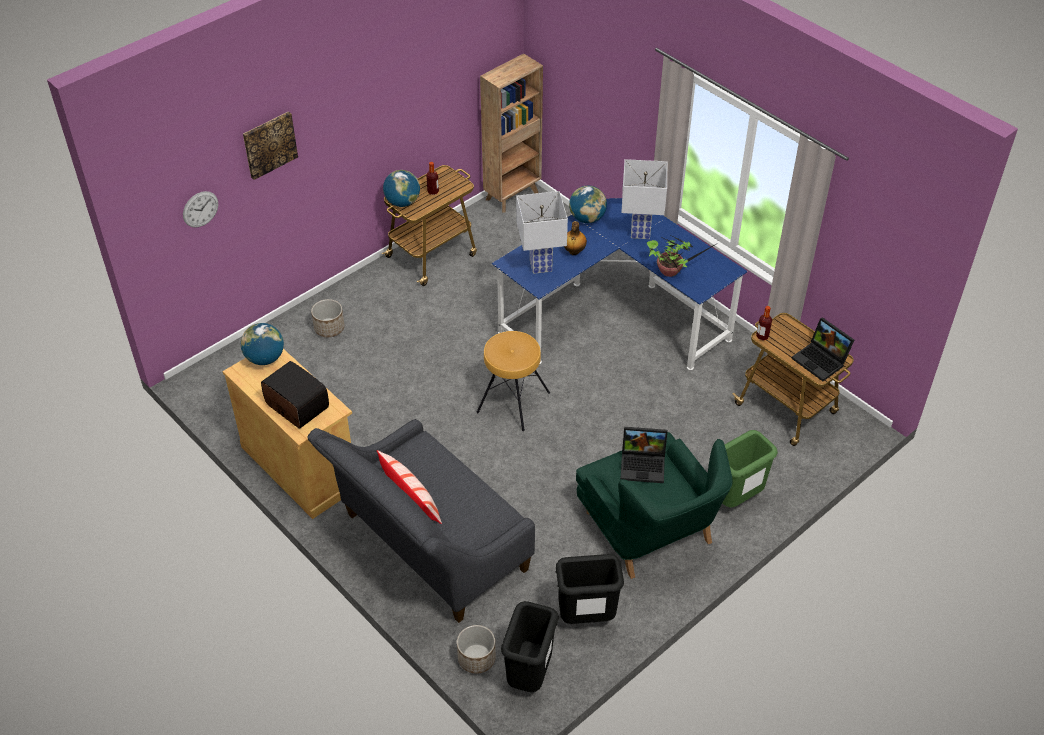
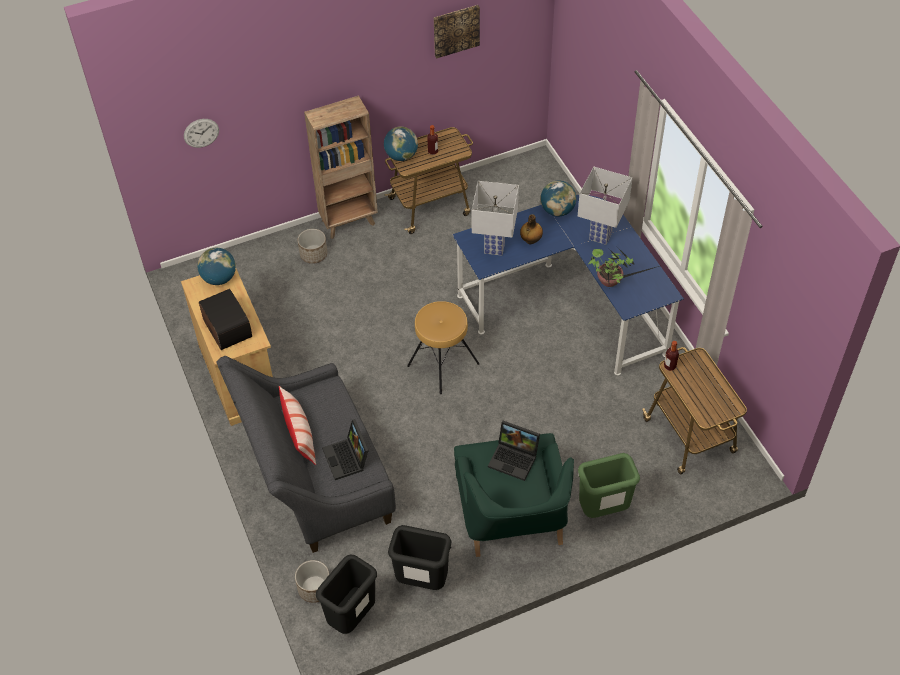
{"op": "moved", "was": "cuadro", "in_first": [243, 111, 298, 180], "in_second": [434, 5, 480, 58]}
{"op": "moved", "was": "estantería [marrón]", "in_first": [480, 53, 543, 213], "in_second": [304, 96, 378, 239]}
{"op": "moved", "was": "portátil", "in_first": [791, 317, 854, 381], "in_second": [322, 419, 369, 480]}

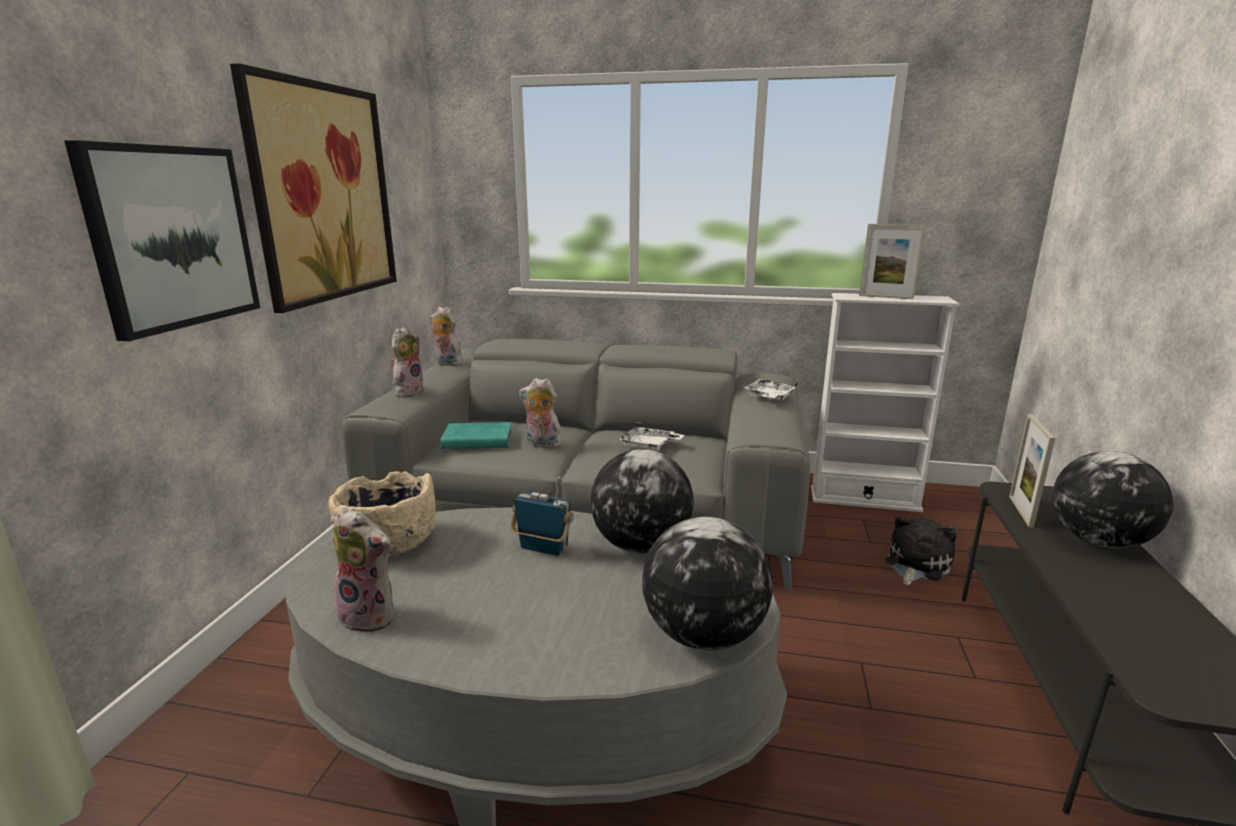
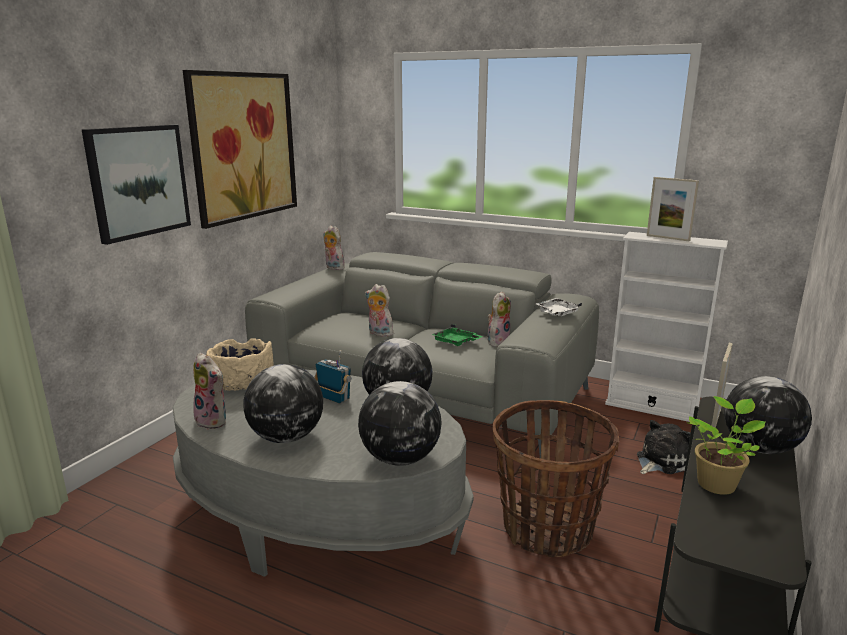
{"op": "removed", "was": "libro [turquesa]", "in_first": [440, 422, 512, 449]}
{"op": "added", "now": "globo terráqueo", "in_second": [243, 364, 323, 443]}
{"op": "added", "now": "cesta", "in_second": [493, 400, 619, 557]}
{"op": "added", "now": "planta en maceta", "in_second": [687, 396, 765, 495]}
{"op": "moved", "was": "peluche", "in_first": [391, 327, 425, 397], "in_second": [488, 291, 511, 347]}
{"op": "recoloured", "was": "bandeja [blanco]", "now": "bandeja [verde]", "in_first": [619, 423, 684, 451], "in_second": [432, 324, 483, 346]}

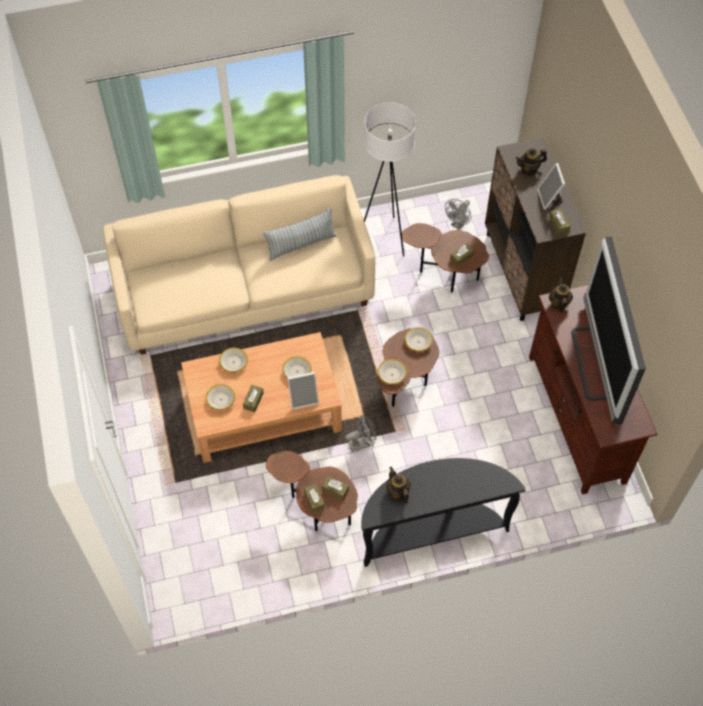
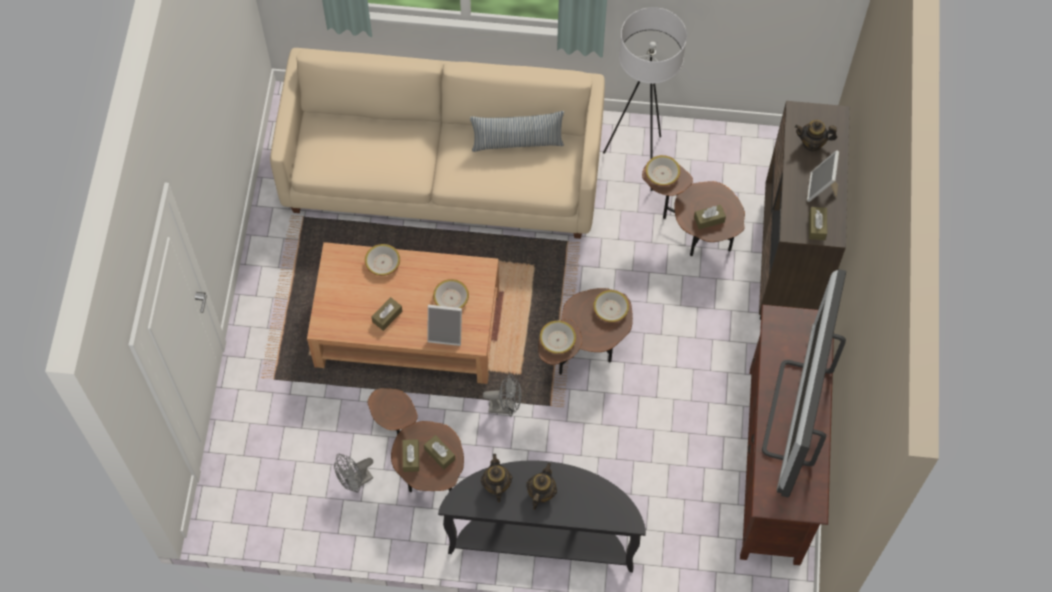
{"op": "moved", "was": "cuenco", "in_first": [206, 384, 235, 411], "in_second": [645, 155, 680, 186]}
{"op": "moved", "was": "ventilador [gris]", "in_first": [445, 199, 471, 230], "in_second": [334, 454, 373, 492]}
{"op": "moved", "was": "tetera", "in_first": [549, 277, 573, 313], "in_second": [526, 463, 557, 510]}

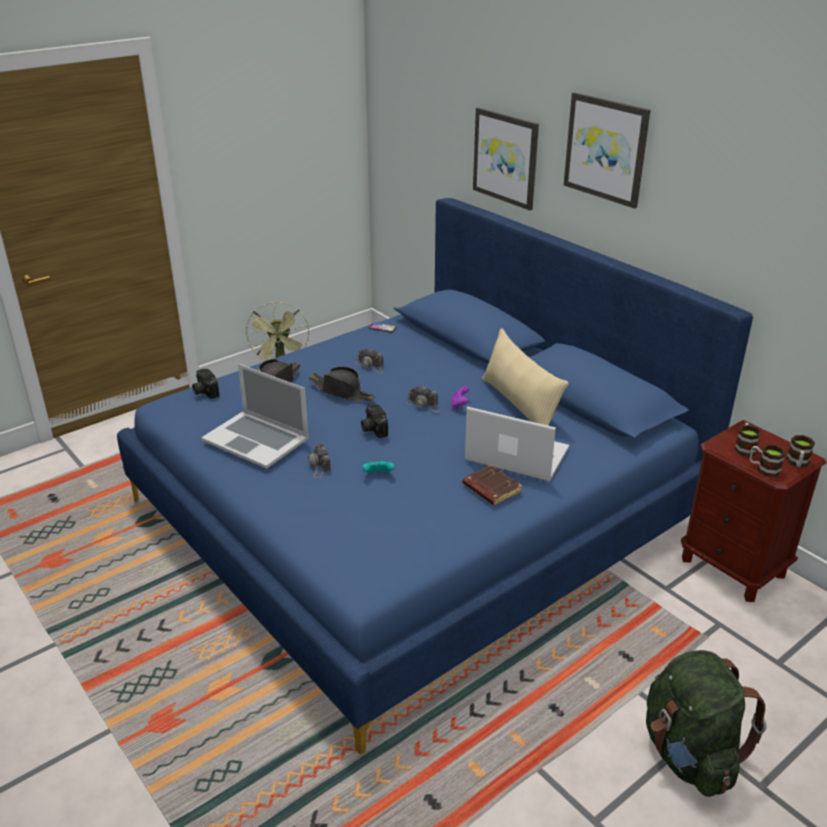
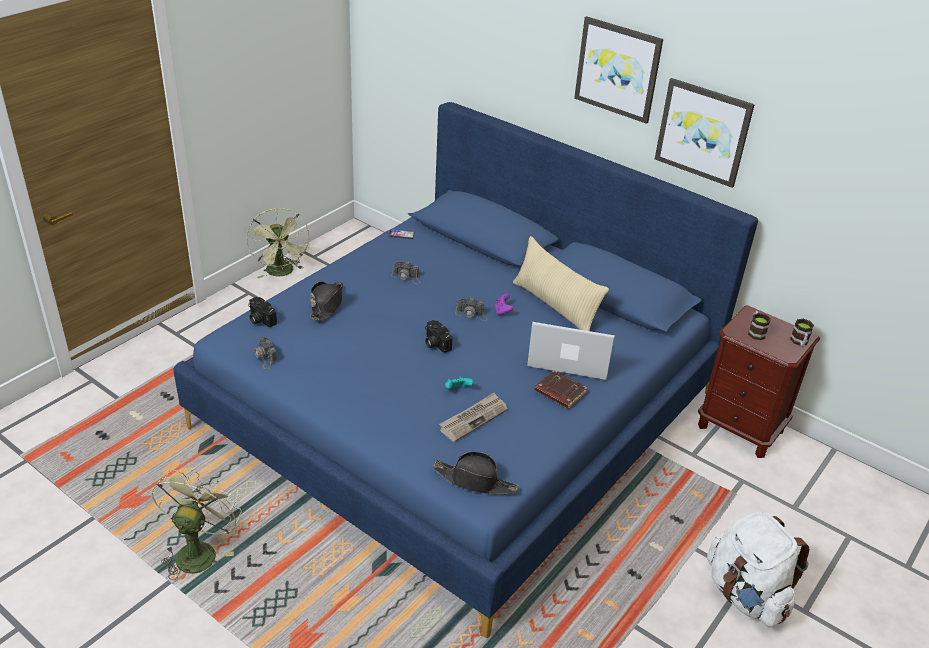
{"op": "removed", "was": "portátil", "in_first": [201, 364, 309, 469]}
{"op": "removed", "was": "taza grande", "in_first": [750, 444, 786, 477]}
{"op": "added", "now": "ventilador [verde]", "in_second": [151, 469, 242, 580]}
{"op": "added", "now": "periódico", "in_second": [439, 393, 508, 442]}
{"op": "moved", "was": "cámara", "in_first": [308, 443, 331, 478], "in_second": [254, 336, 277, 369]}
{"op": "moved", "was": "sombrero [negro]", "in_first": [309, 366, 375, 401], "in_second": [433, 452, 518, 494]}
{"op": "moved", "was": "cuadro", "in_first": [473, 107, 539, 210], "in_second": [655, 78, 755, 188]}
{"op": "recoloured", "was": "mochila [verde]", "now": "mochila [blanco]", "in_first": [646, 650, 767, 797], "in_second": [707, 512, 809, 627]}

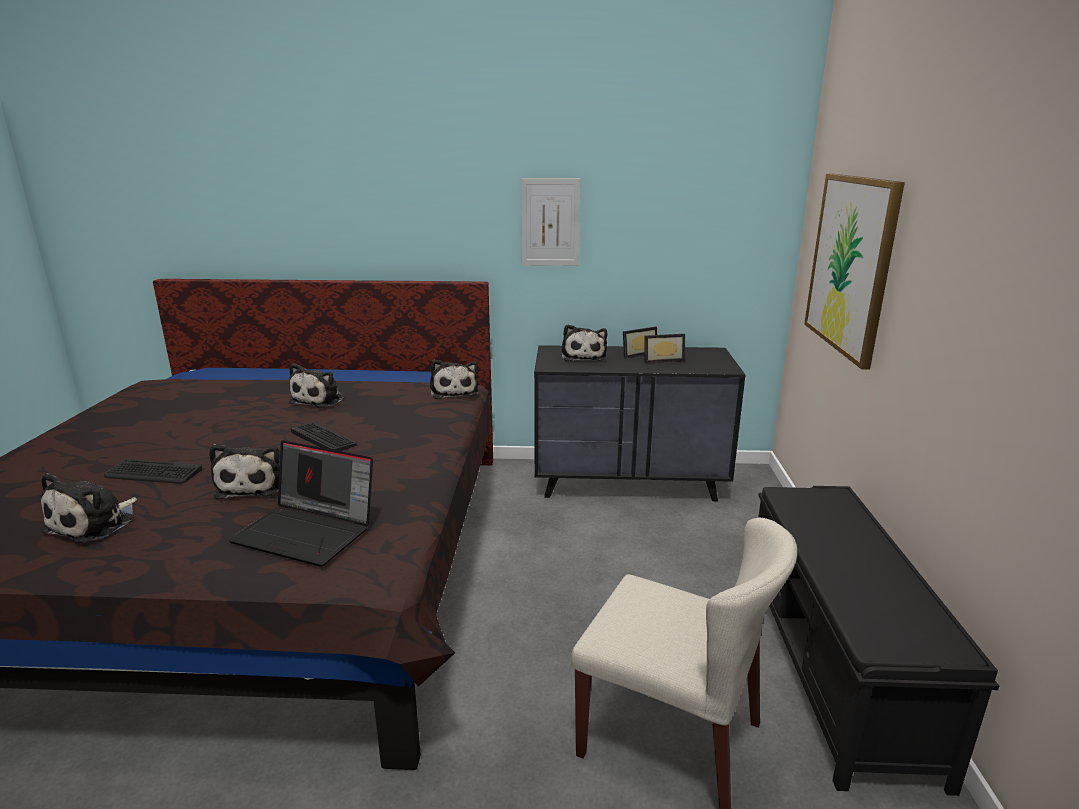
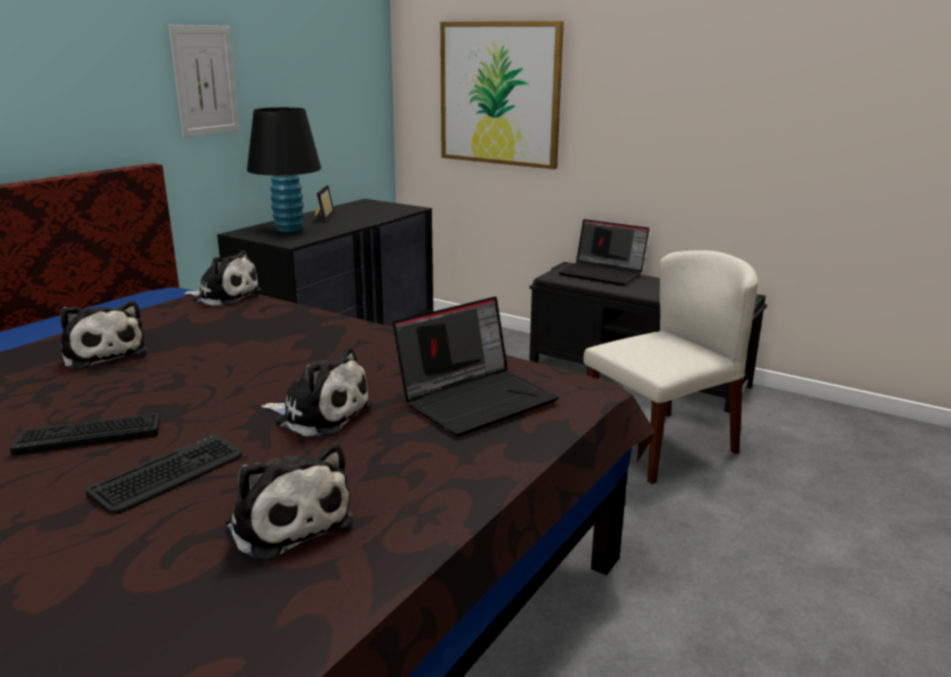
{"op": "removed", "was": "portarretratos", "in_first": [645, 334, 685, 363]}
{"op": "added", "now": "portátil", "in_second": [558, 219, 649, 285]}
{"op": "moved", "was": "teclado", "in_first": [291, 423, 357, 451], "in_second": [10, 414, 160, 456]}
{"op": "replaced", "was": "peluche", "now": "lámpara de mesa [negro]", "in_first": [562, 324, 607, 361], "in_second": [247, 107, 321, 232]}

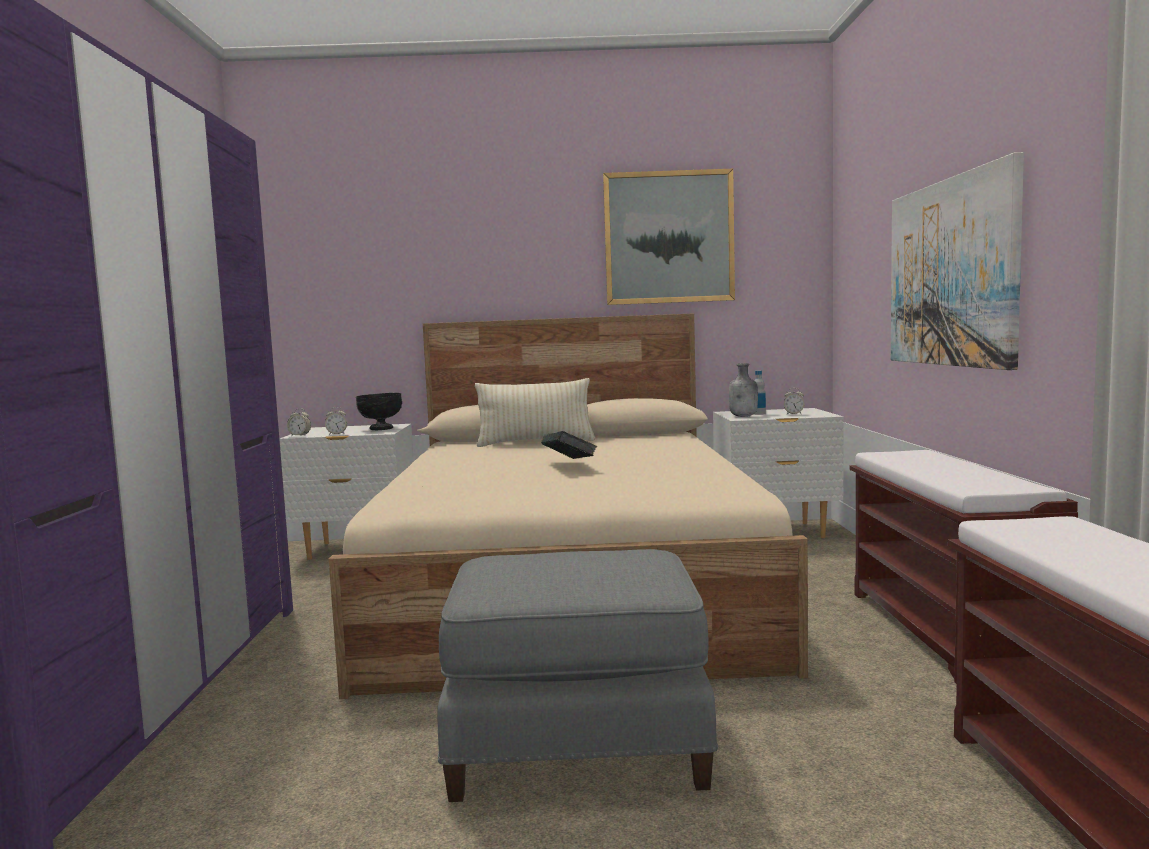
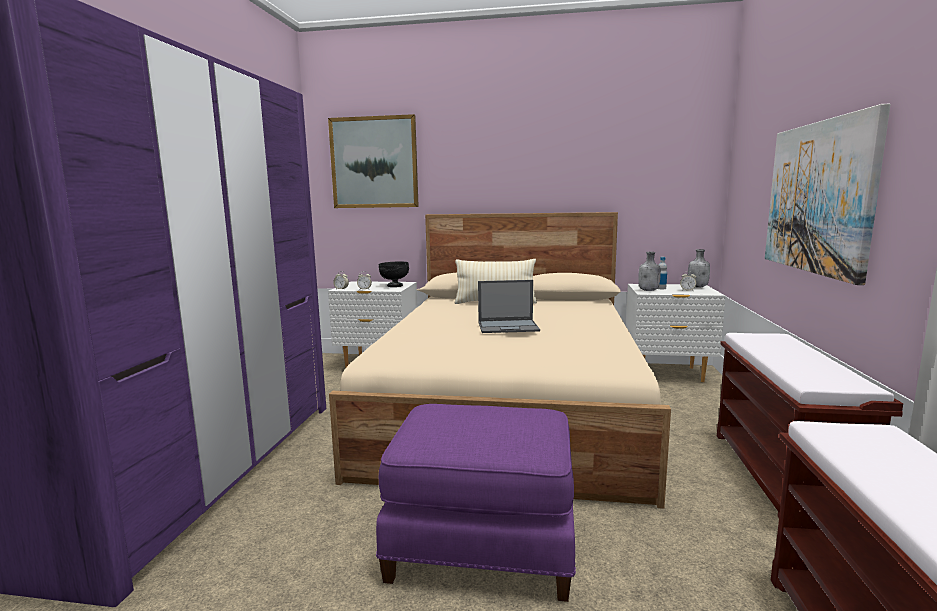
{"op": "added", "now": "botella [gris]", "in_second": [688, 249, 710, 288]}
{"op": "moved", "was": "cuadro", "in_first": [603, 169, 735, 305], "in_second": [328, 114, 419, 208]}
{"op": "replaced", "was": "libro", "now": "portátil", "in_first": [541, 431, 597, 459], "in_second": [478, 280, 540, 333]}
{"op": "recoloured", "was": "puf [gris]", "now": "puf [morado]", "in_first": [438, 549, 718, 802], "in_second": [376, 404, 576, 602]}

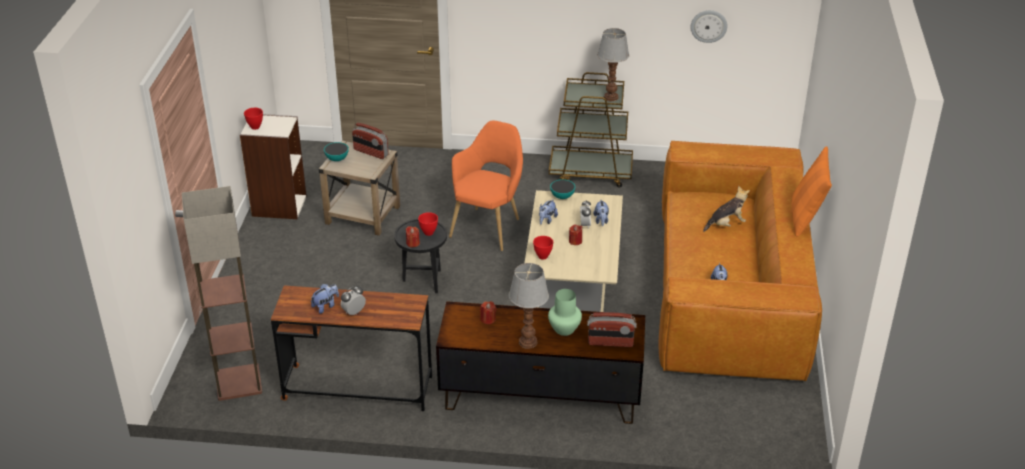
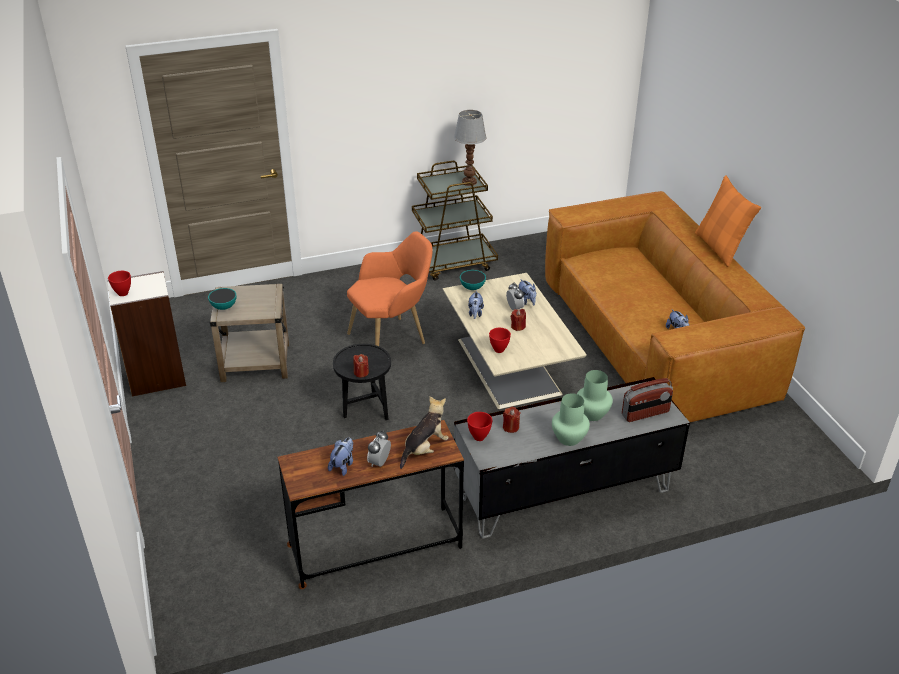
{"op": "removed", "was": "lámpara de pie", "in_first": [182, 186, 262, 401]}
{"op": "removed", "was": "radio", "in_first": [352, 123, 389, 159]}
{"op": "removed", "was": "reloj de pared", "in_first": [691, 10, 728, 43]}
{"op": "moved", "was": "cuenco [rojo]", "in_first": [418, 212, 438, 236], "in_second": [467, 412, 492, 441]}
{"op": "moved", "was": "peluche", "in_first": [703, 186, 750, 232], "in_second": [400, 397, 449, 469]}
{"op": "replaced", "was": "lámpara de mesa", "now": "florero [verde]", "in_first": [509, 263, 549, 349], "in_second": [552, 393, 590, 446]}
{"op": "recoloured", "was": "mueble de televisión [marrón]", "now": "mueble de televisión [gris]", "in_first": [436, 301, 645, 424], "in_second": [454, 377, 690, 538]}
{"op": "turned", "was": "sillón [naranja]", "in_first": [449, 121, 523, 251], "in_second": [347, 231, 433, 346], "clockwise": 60}

